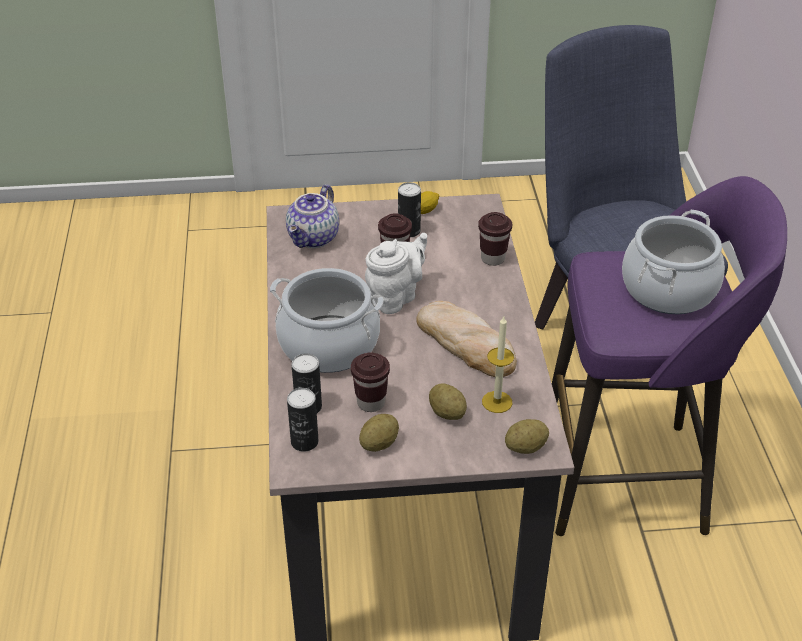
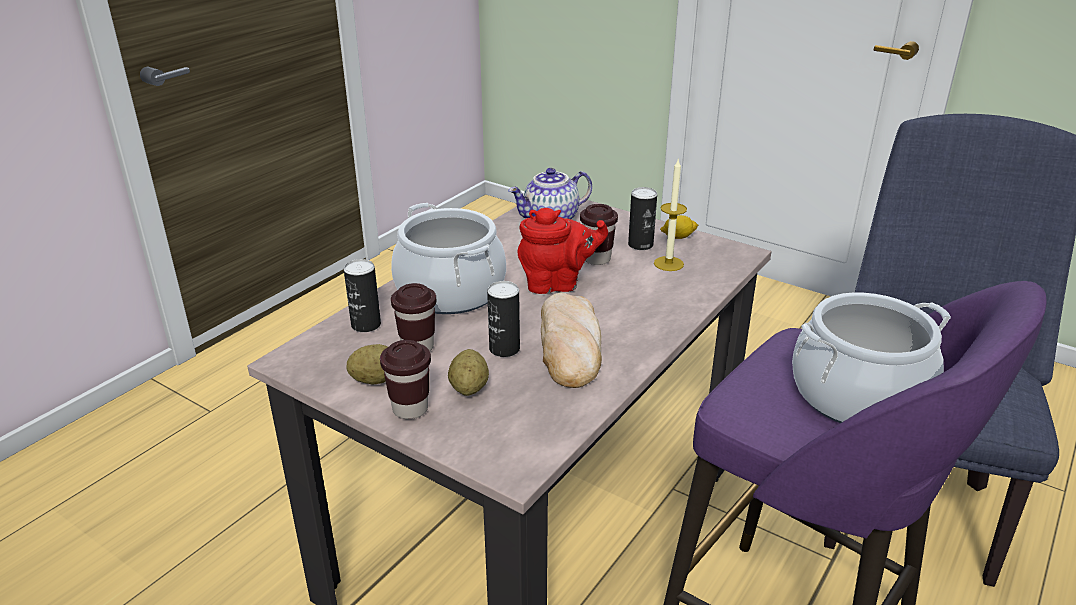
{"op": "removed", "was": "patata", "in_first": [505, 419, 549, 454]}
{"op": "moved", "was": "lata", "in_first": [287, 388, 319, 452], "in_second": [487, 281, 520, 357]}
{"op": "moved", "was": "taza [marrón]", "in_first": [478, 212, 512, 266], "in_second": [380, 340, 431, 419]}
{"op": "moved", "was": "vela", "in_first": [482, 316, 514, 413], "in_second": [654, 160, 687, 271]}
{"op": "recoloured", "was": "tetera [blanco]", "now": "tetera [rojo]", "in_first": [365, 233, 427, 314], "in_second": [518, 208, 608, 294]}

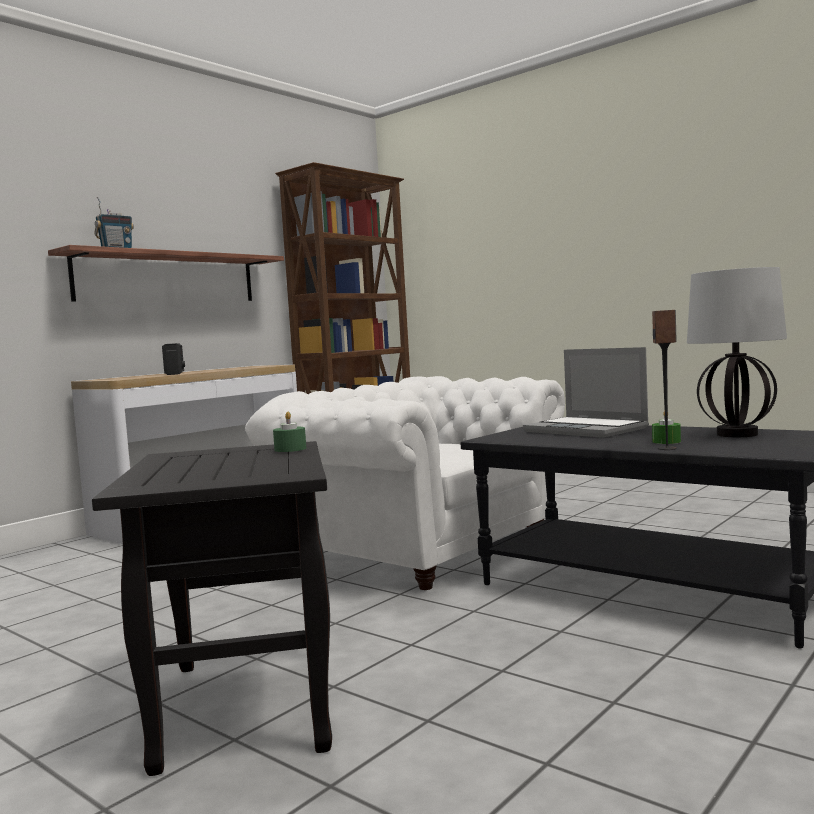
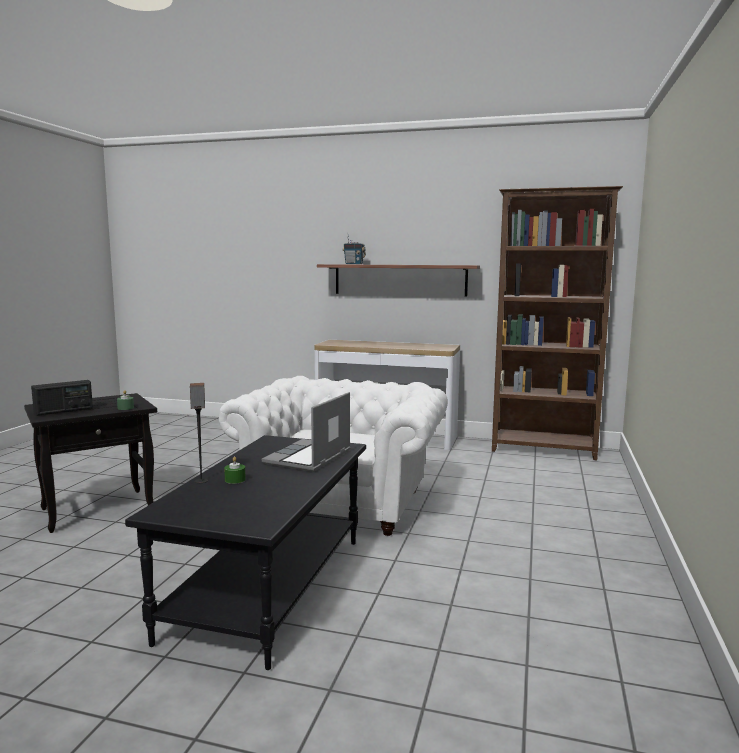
{"op": "removed", "was": "lámpara de mesa", "in_first": [687, 267, 787, 437]}
{"op": "moved", "was": "radio", "in_first": [162, 343, 185, 375], "in_second": [31, 380, 93, 416]}

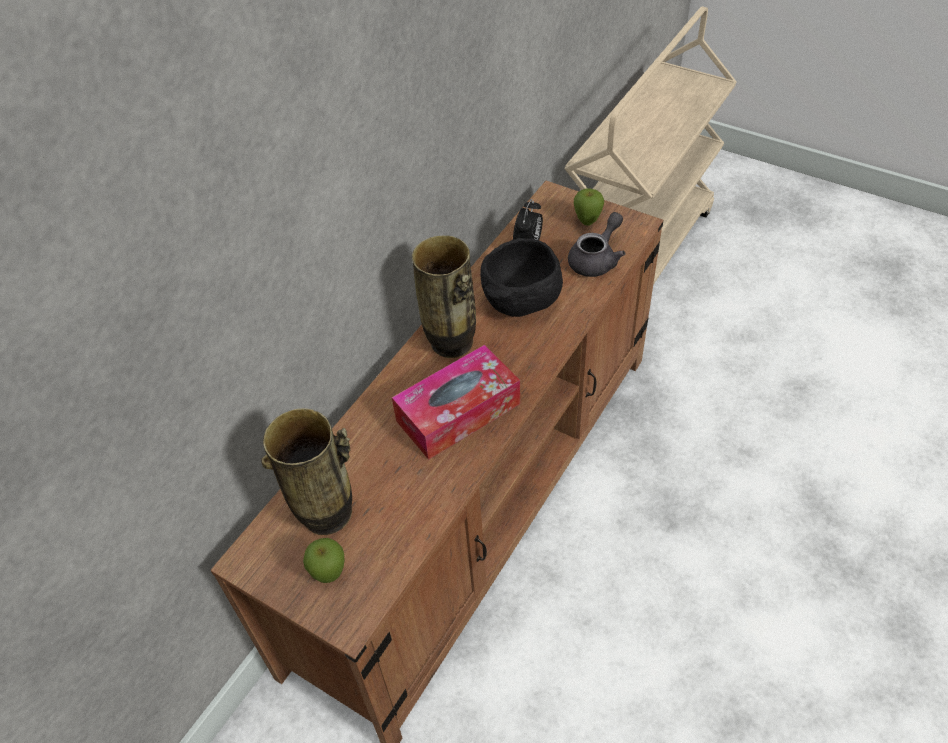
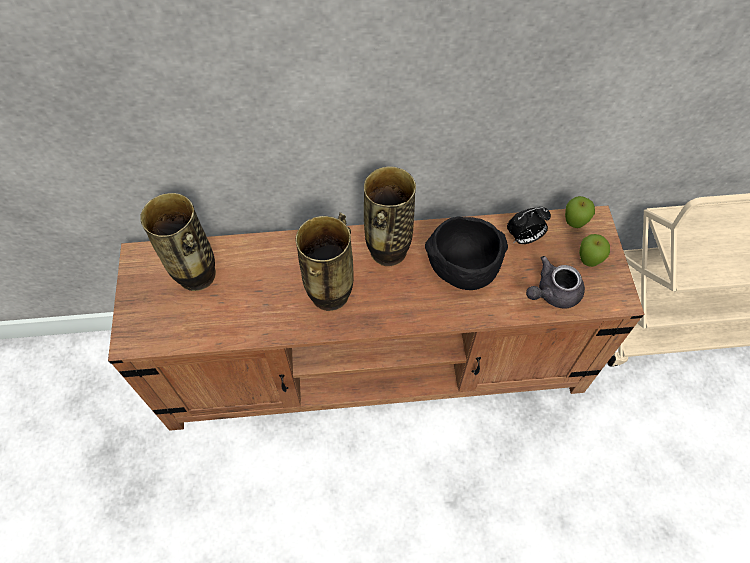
{"op": "moved", "was": "manzana", "in_first": [303, 538, 344, 583], "in_second": [565, 196, 595, 228]}
{"op": "replaced", "was": "caja de pañuelos", "now": "florero", "in_first": [392, 345, 520, 460], "in_second": [296, 212, 354, 311]}
{"op": "turned", "was": "tetera [gris]", "in_first": [568, 212, 626, 277], "in_second": [526, 256, 585, 308], "clockwise": 150}

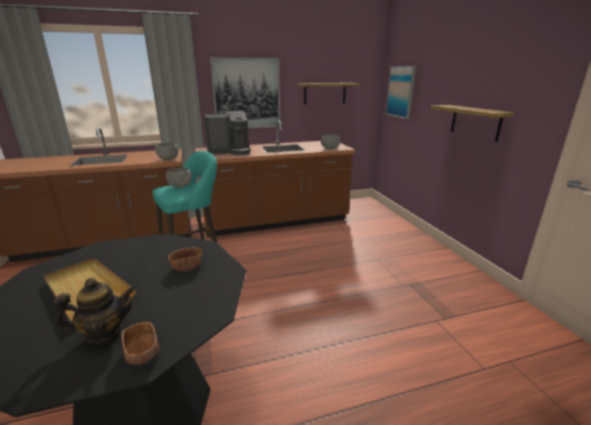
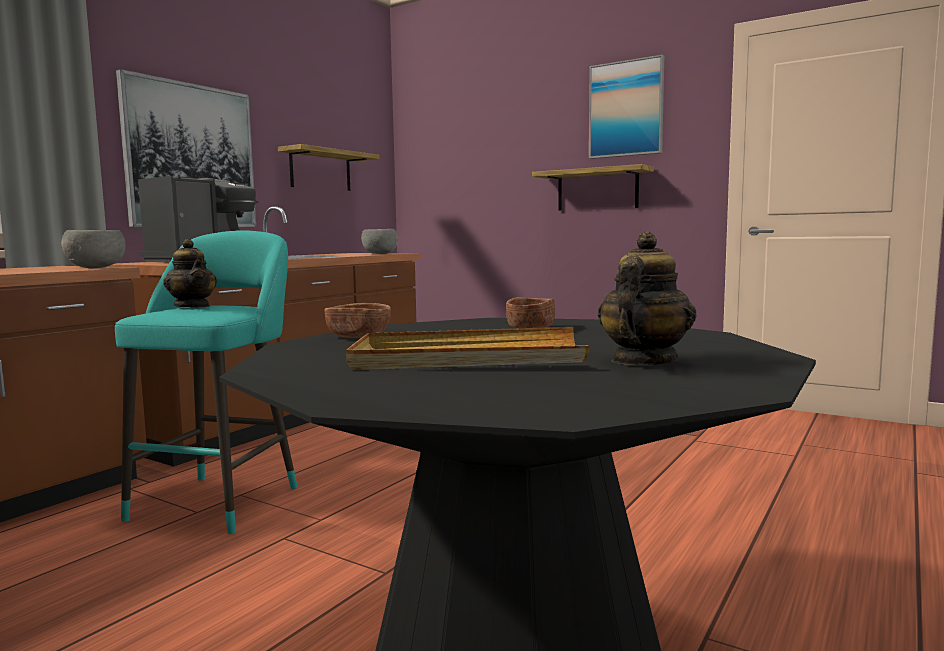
{"op": "moved", "was": "cuenco [marrón]", "in_first": [121, 322, 159, 365], "in_second": [325, 303, 391, 338]}
{"op": "moved", "was": "cuadro", "in_first": [386, 66, 416, 119], "in_second": [589, 54, 664, 159]}
{"op": "replaced", "was": "cuenco [gris]", "now": "tetera", "in_first": [166, 168, 192, 188], "in_second": [163, 239, 217, 307]}

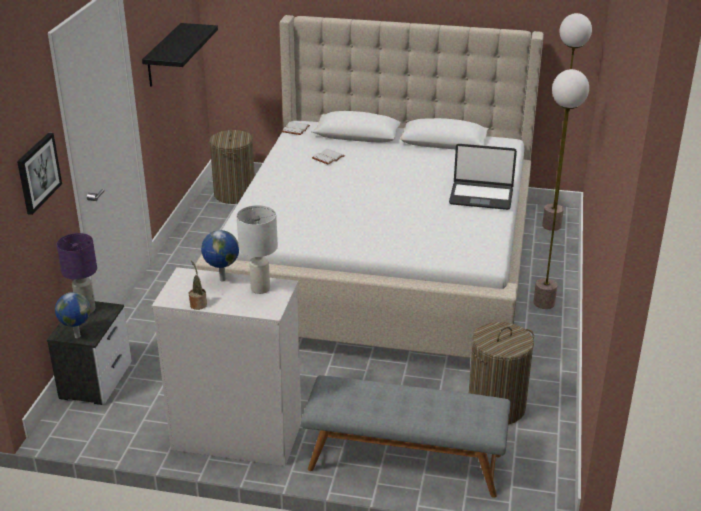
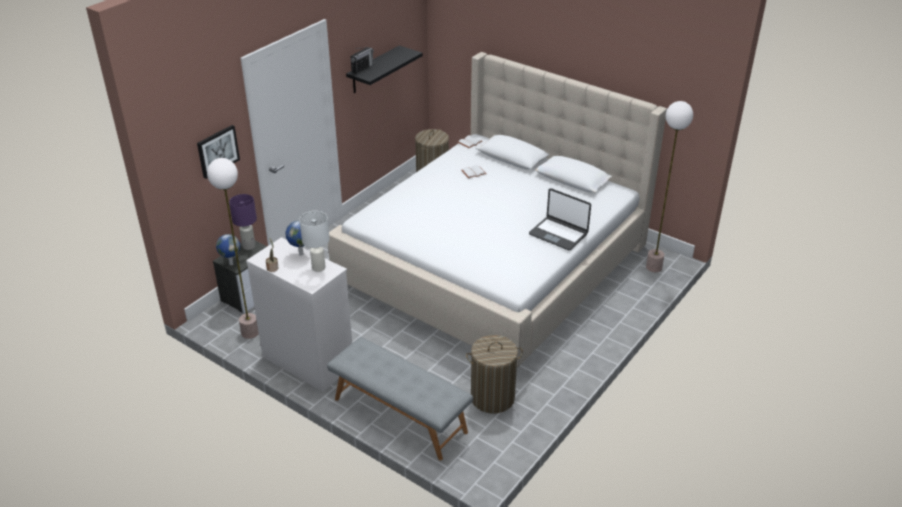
{"op": "added", "now": "radio", "in_second": [350, 47, 374, 74]}
{"op": "moved", "was": "lámpara de pie", "in_first": [533, 69, 589, 309], "in_second": [207, 158, 259, 339]}

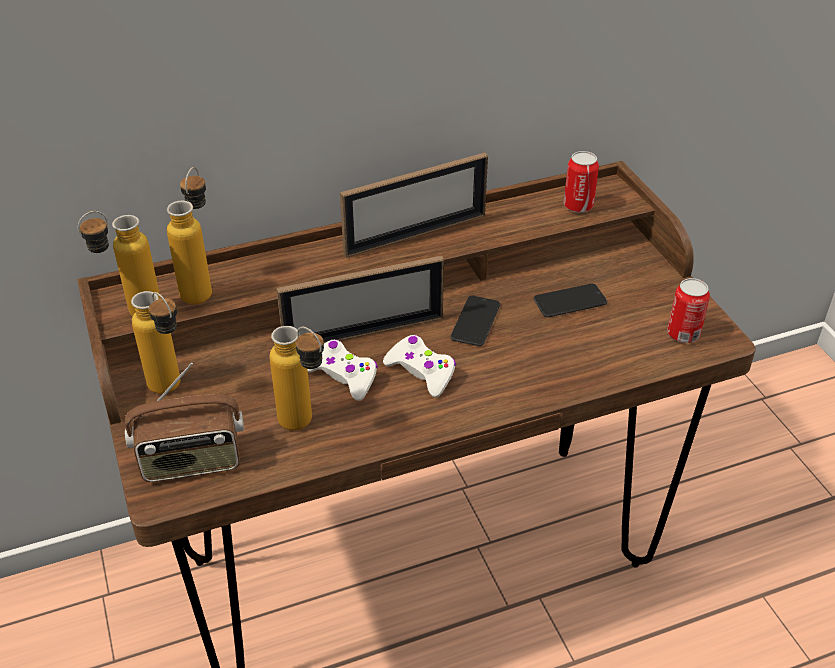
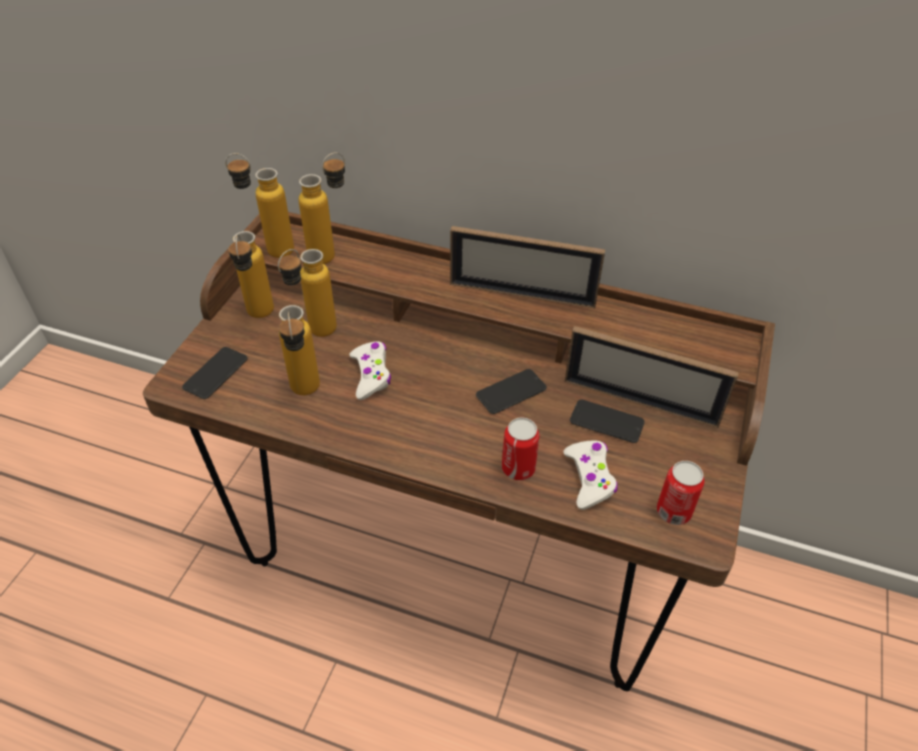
{"op": "added", "now": "botella", "in_second": [278, 249, 337, 337]}
{"op": "moved", "was": "portarretratos", "in_first": [276, 256, 444, 343], "in_second": [565, 326, 739, 428]}
{"op": "moved", "was": "mando de consola [blanco]", "in_first": [383, 335, 456, 397], "in_second": [564, 440, 618, 510]}
{"op": "moved", "was": "lata", "in_first": [564, 151, 599, 213], "in_second": [502, 418, 539, 480]}
{"op": "replaced", "was": "radio", "now": "móvil", "in_first": [125, 363, 244, 482], "in_second": [182, 347, 248, 399]}

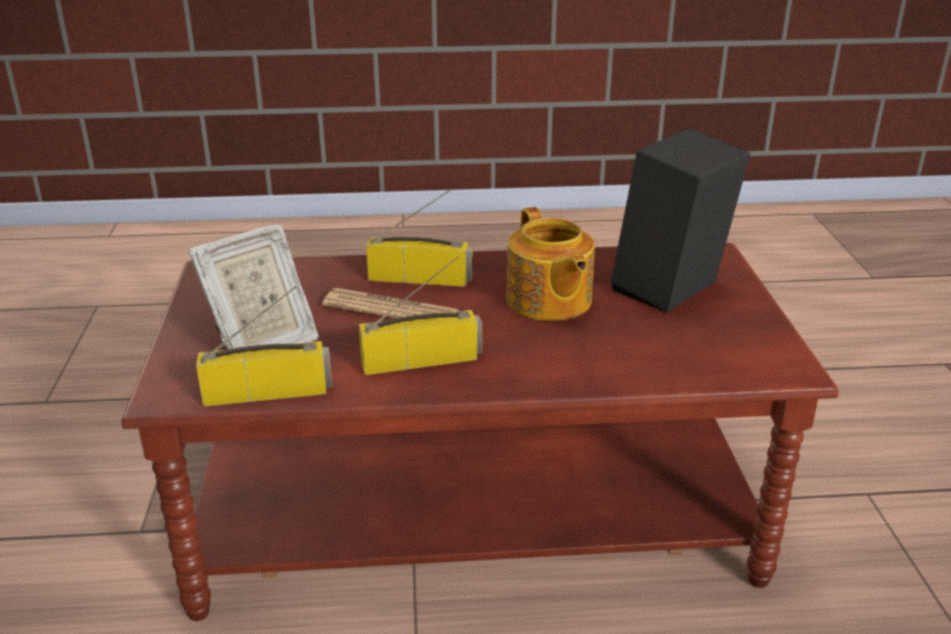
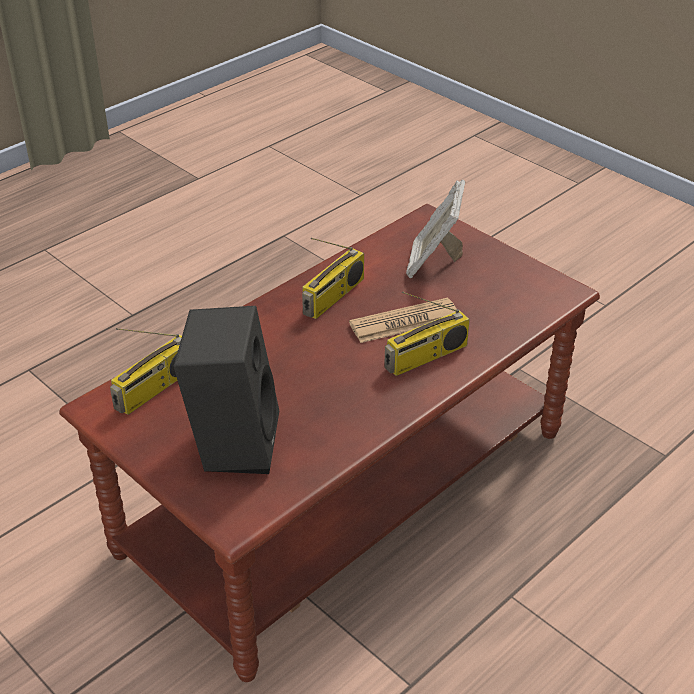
{"op": "removed", "was": "tetera", "in_first": [506, 207, 595, 321]}
{"op": "moved", "was": "radio", "in_first": [196, 286, 332, 406], "in_second": [110, 328, 182, 415]}

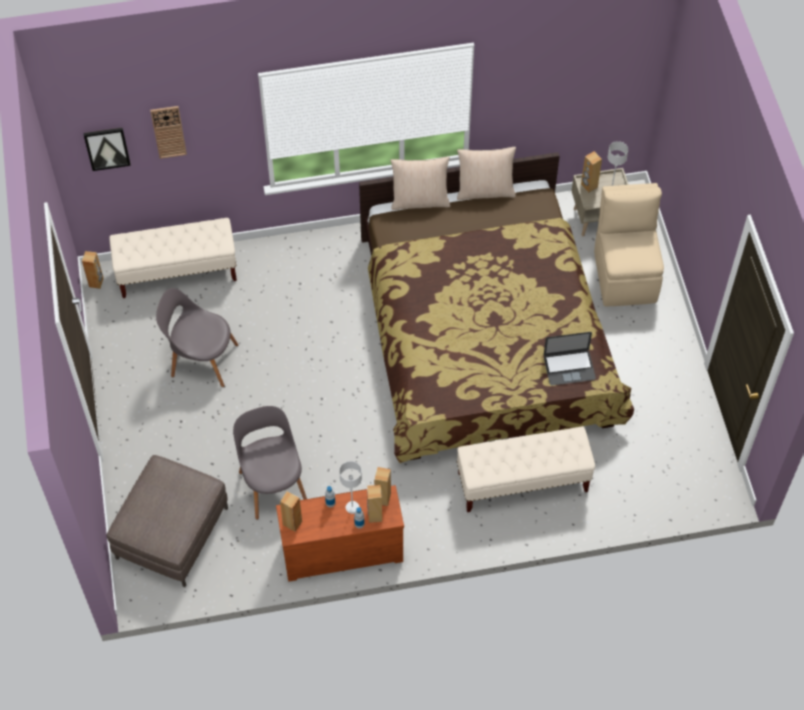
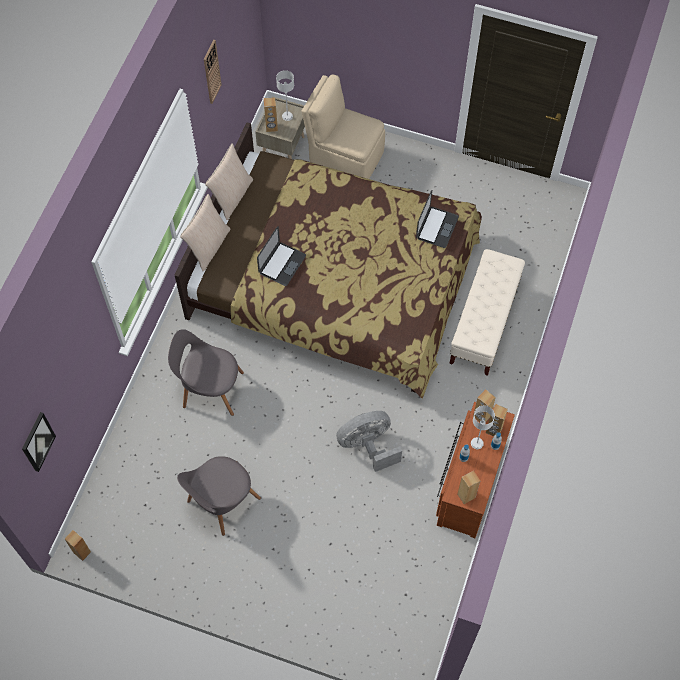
{"op": "removed", "was": "puf [marrón]", "in_first": [107, 455, 228, 587]}
{"op": "removed", "was": "banco [beis]", "in_first": [109, 218, 237, 298]}
{"op": "added", "now": "portátil", "in_second": [257, 226, 306, 286]}
{"op": "added", "now": "ventilador [gris]", "in_second": [336, 411, 402, 472]}
{"op": "moved", "was": "reloj de pared", "in_first": [150, 106, 187, 159], "in_second": [204, 40, 222, 104]}
{"op": "moved", "was": "silla [gris]", "in_first": [233, 406, 307, 520], "in_second": [168, 329, 244, 416]}

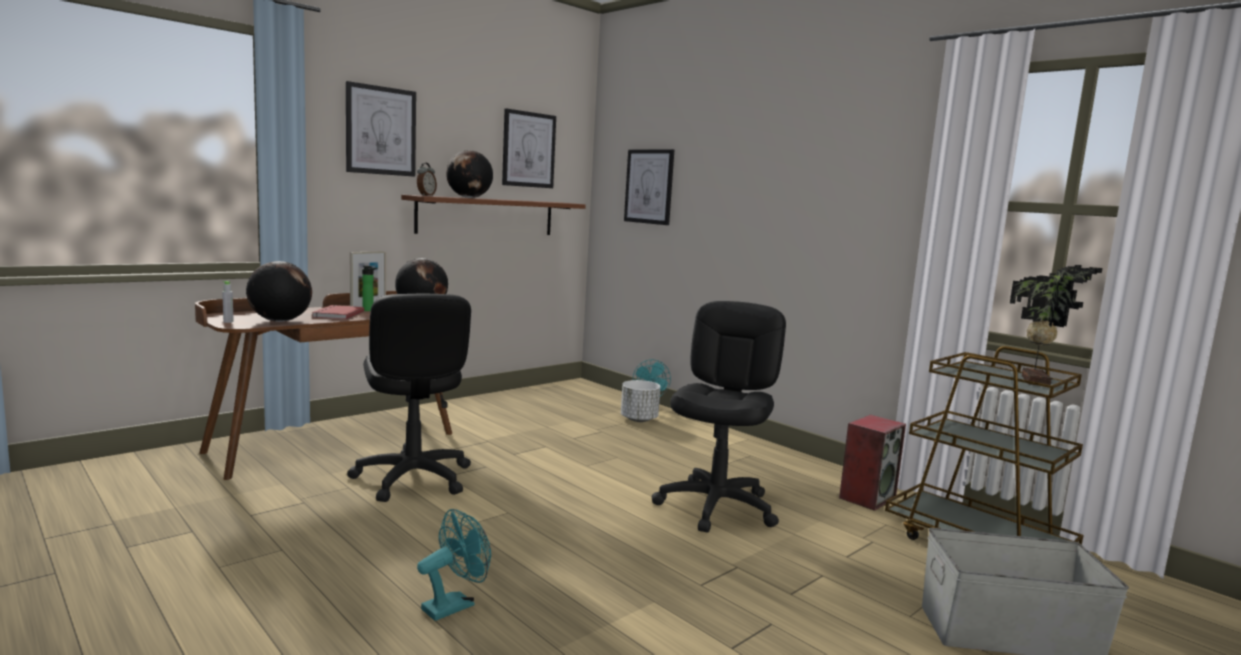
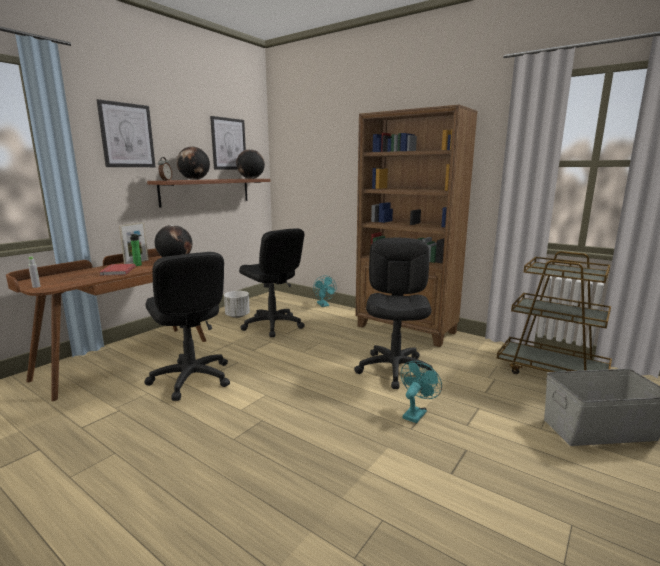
{"op": "removed", "was": "cuadro", "in_first": [624, 149, 674, 225]}
{"op": "removed", "was": "altavoz", "in_first": [839, 415, 906, 511]}
{"op": "removed", "was": "planta en maceta", "in_first": [1010, 265, 1103, 385]}
{"op": "added", "now": "silla de oficina [negro]", "in_second": [239, 228, 305, 337]}
{"op": "added", "now": "estantería [marrón]", "in_second": [355, 105, 478, 347]}
{"op": "moved", "was": "globo terráqueo", "in_first": [246, 261, 312, 322], "in_second": [236, 149, 265, 179]}
{"op": "moved", "was": "ventilador [turquesa]", "in_first": [417, 509, 491, 621], "in_second": [401, 361, 442, 423]}
{"op": "moved", "was": "maceta [blanco]", "in_first": [621, 380, 660, 422], "in_second": [224, 291, 250, 318]}

